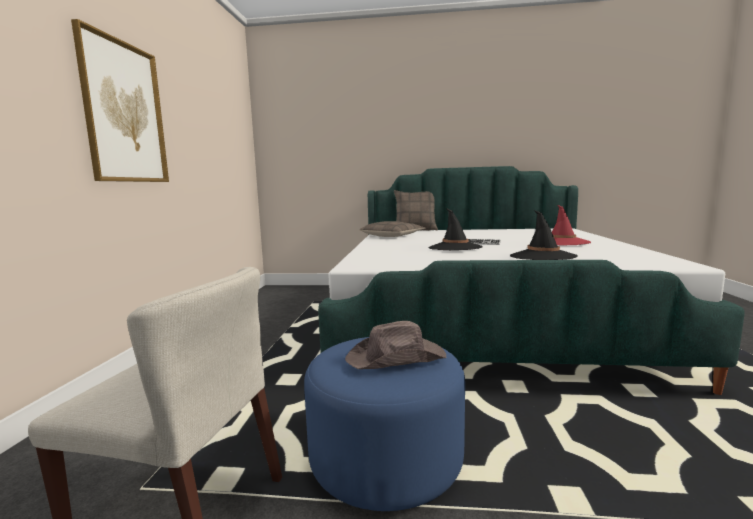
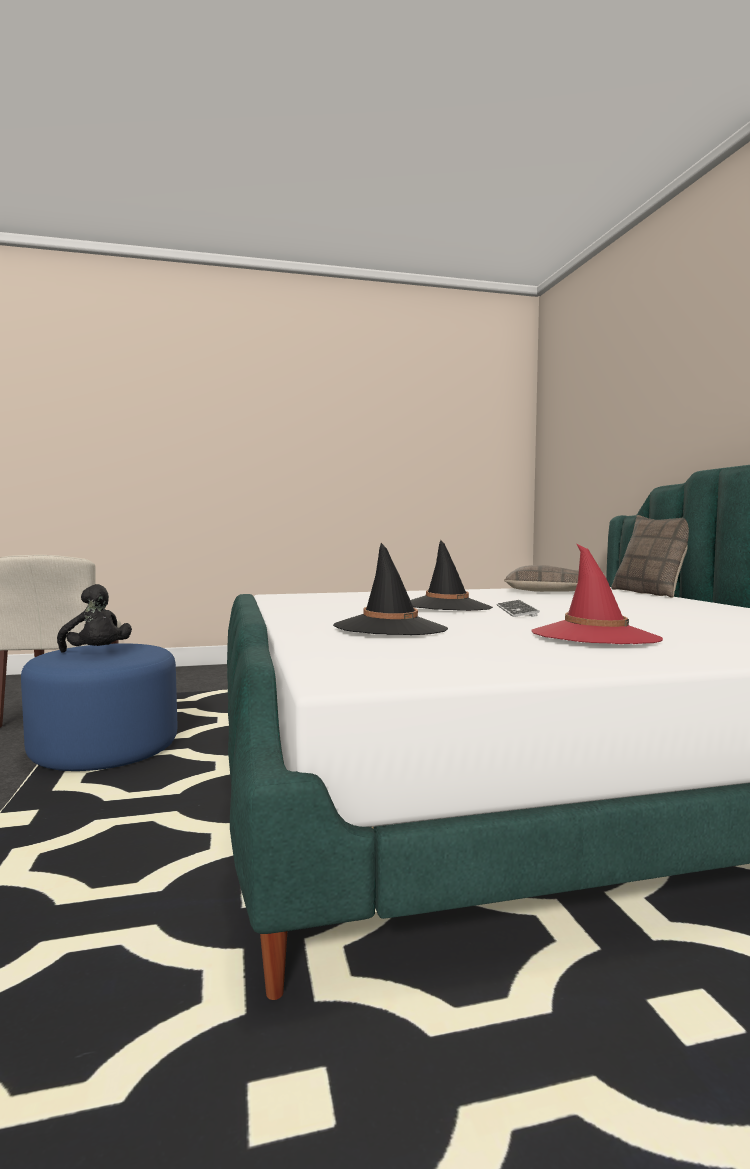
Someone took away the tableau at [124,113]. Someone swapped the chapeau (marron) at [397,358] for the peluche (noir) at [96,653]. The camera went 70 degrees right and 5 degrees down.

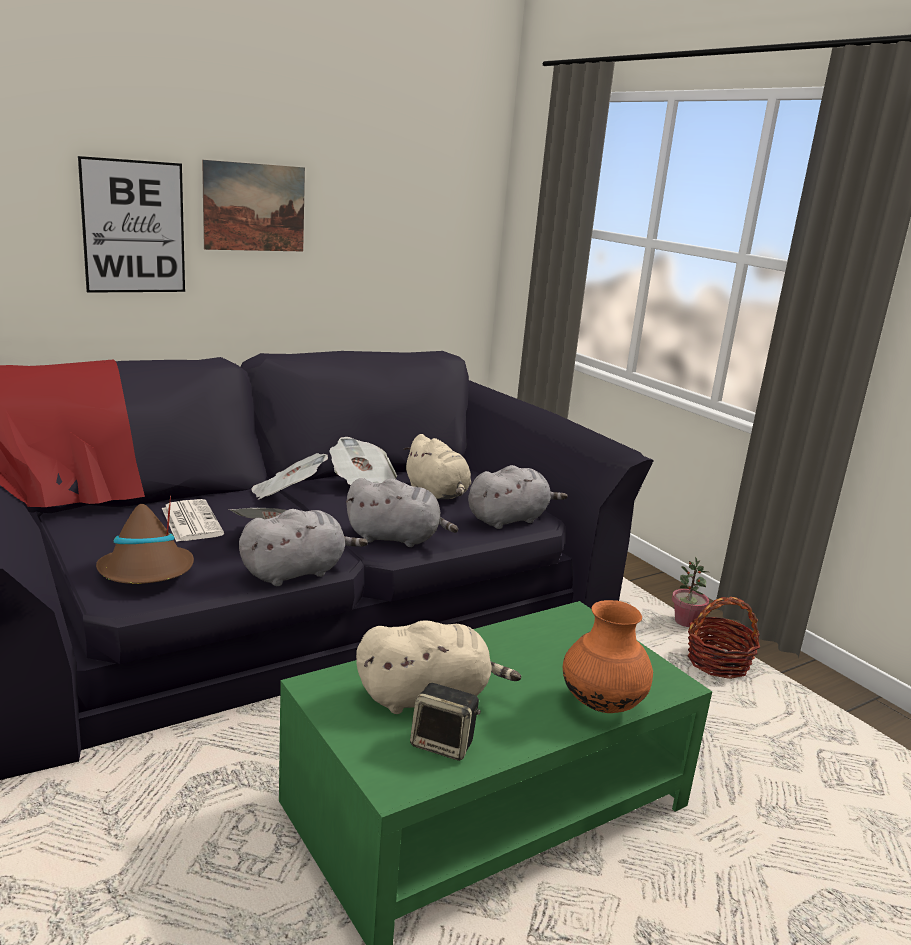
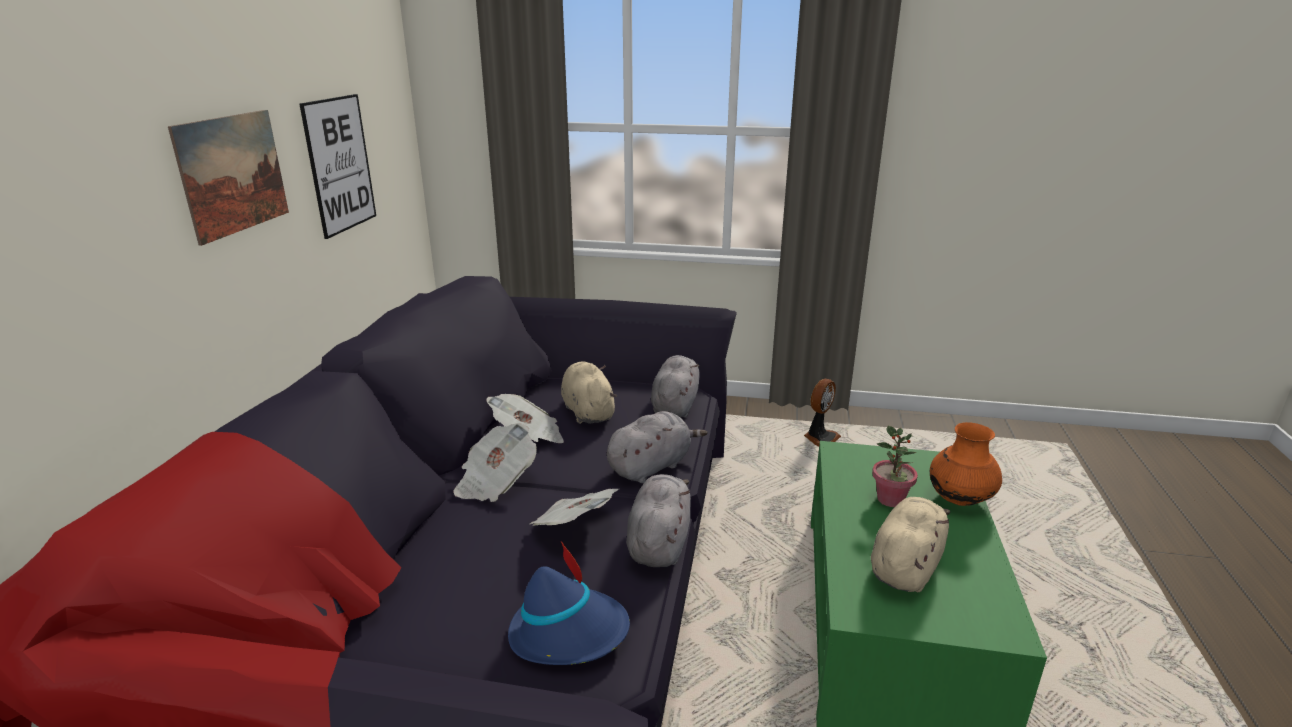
Someone took away the journal at [190,521]. Someone took away the enceinte at [444,744]. Someone carried the tableau from [134,227] to [340,164]. Someone carried the plante en pot from [685,622] to [890,500]. Someone swapped the panier at [718,662] for the ventilateur at [820,438]. Someone repainted the chapeau (marron) at [147,572], which became the chapeau (bleu) at [569,632]. Someone rotated the peluche (beige) at [438,493] by 120 degrees counterclockwise. The camera went 45 degrees left and 5 degrees up.

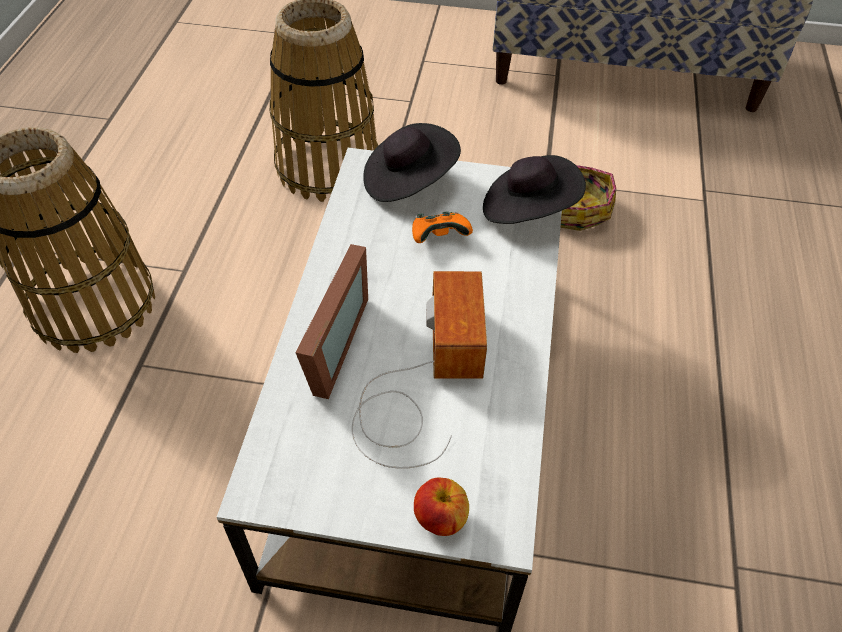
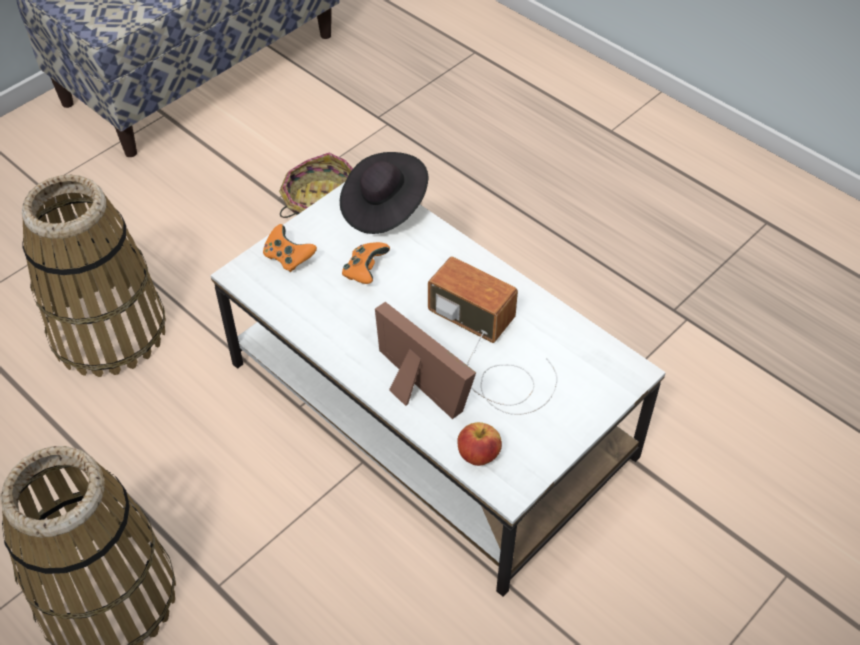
Someone carried the pomme from [440,518] to [478,455]. Someone swapped the chapeau (noir) at [408,181] for the manette (orange) at [288,258]. The camera went 55 degrees left and 0 degrees up.

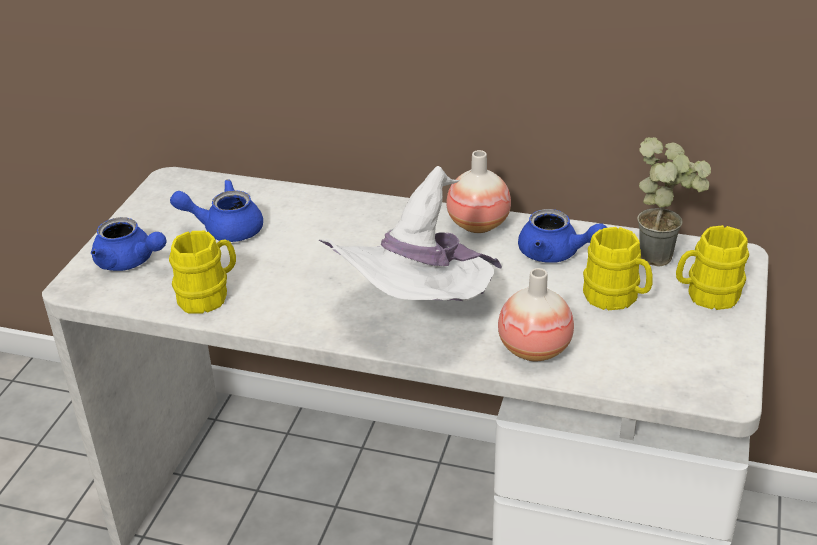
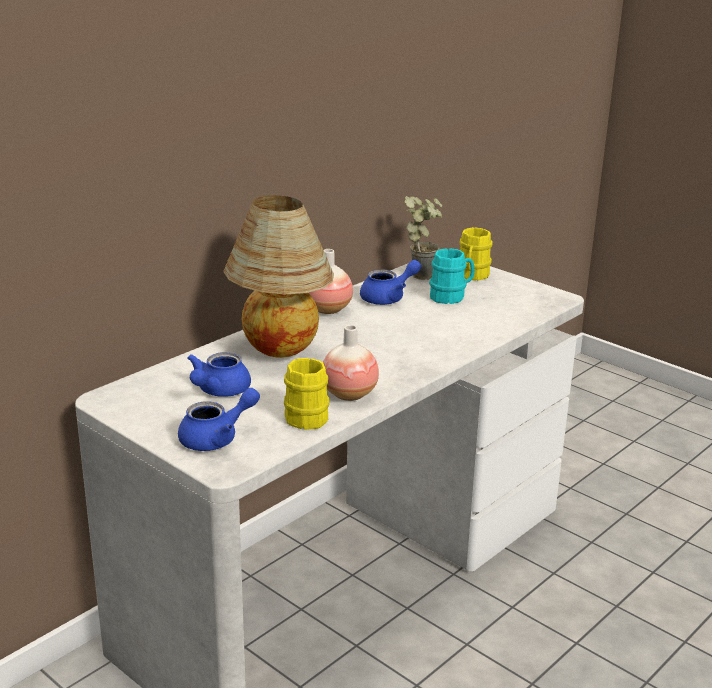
Someone took away the chapeau (blanc) at [418,313]. Someone put down the lampe de table at [278,352]. Someone carried the vase from [534,350] to [349,394]. Someone repainted the mug (jaune) at [616,298], which became the mug (turquoise) at [451,296]. The camera went 65 degrees left and 10 degrees down.

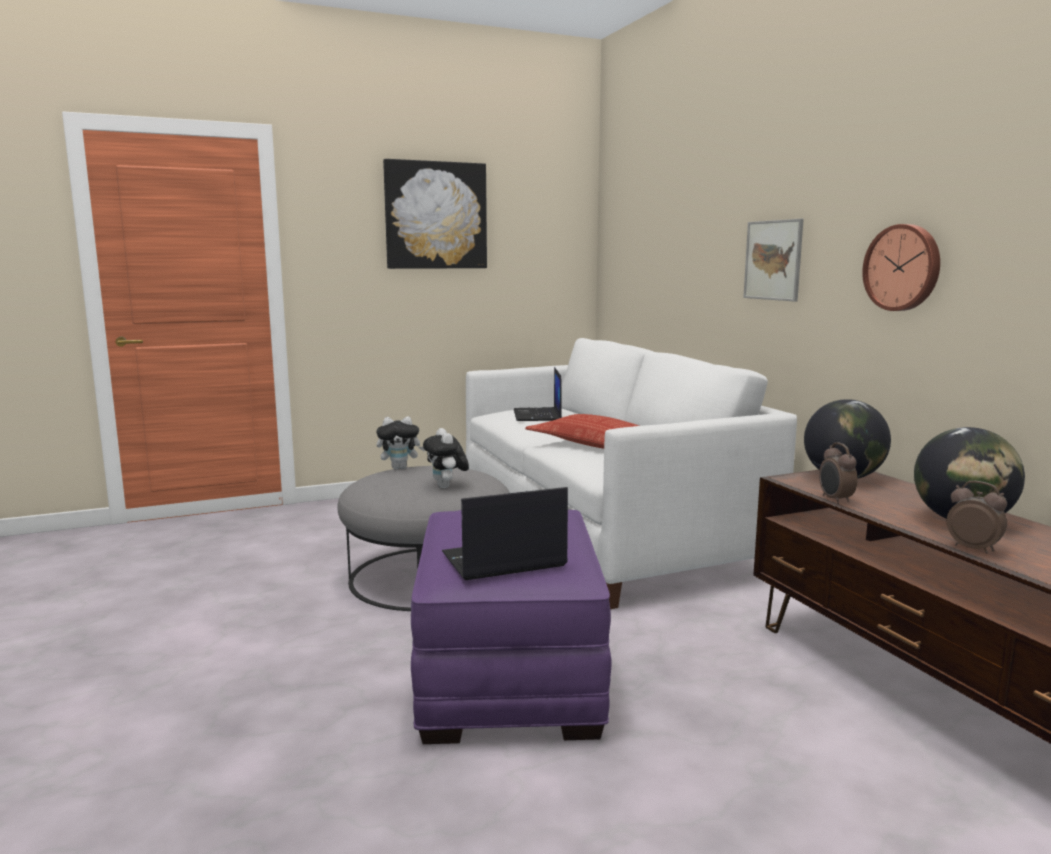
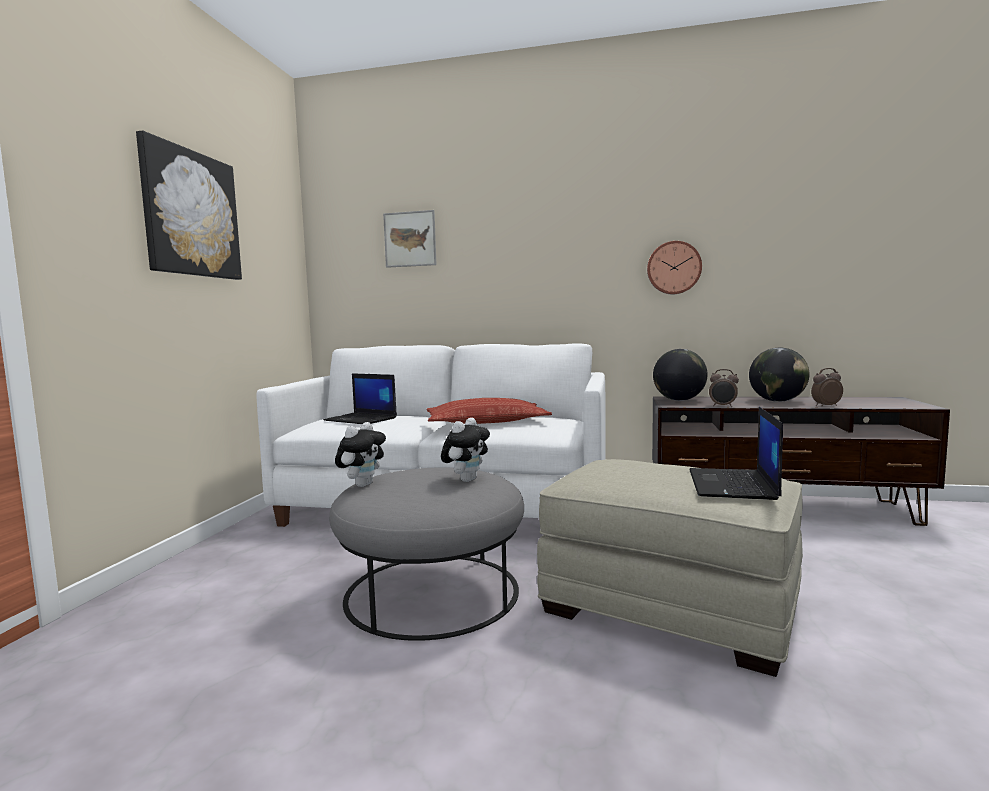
Someone carried the tableau from [773,260] to [410,239]. Someone repainted the pouf (violet) at [509,674], which became the pouf (beige) at [670,607]. Someone rotated the peluche at [447,487] by 75 degrees counterclockwise. The camera went 55 degrees left and 5 degrees down.

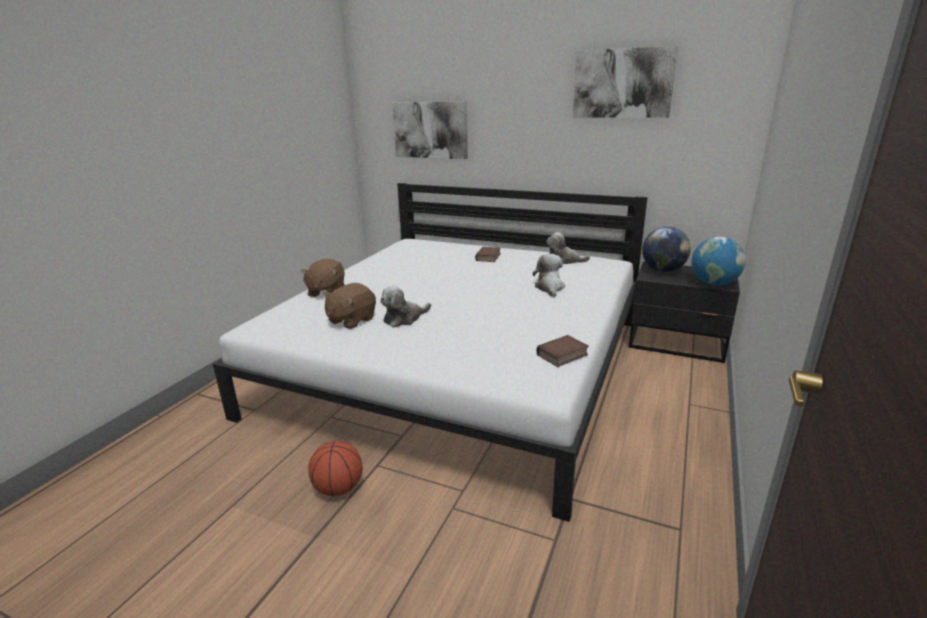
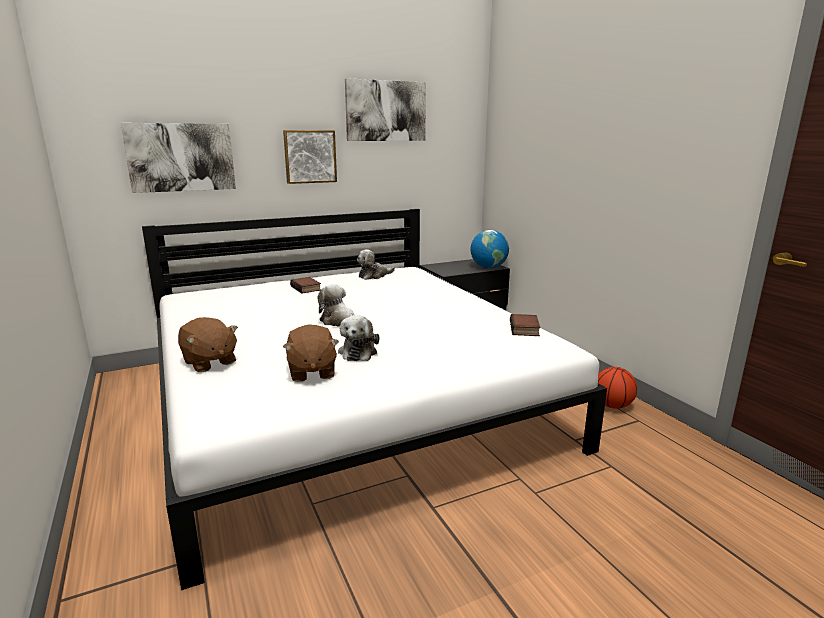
Someone took away the globe at [663,271]. Someone put up the tableau at [310,156]. Someone carried the ballon de basket from [339,488] to [612,406]. Someone carried the peluche from [549,288] to [339,322]. The camera went 50 degrees left and 5 degrees down.

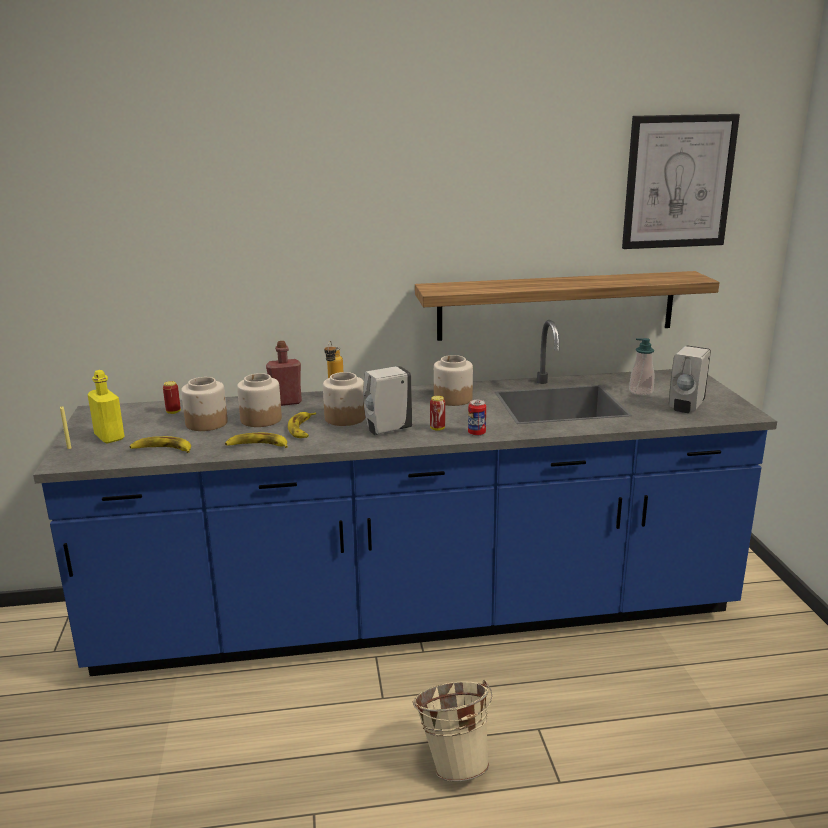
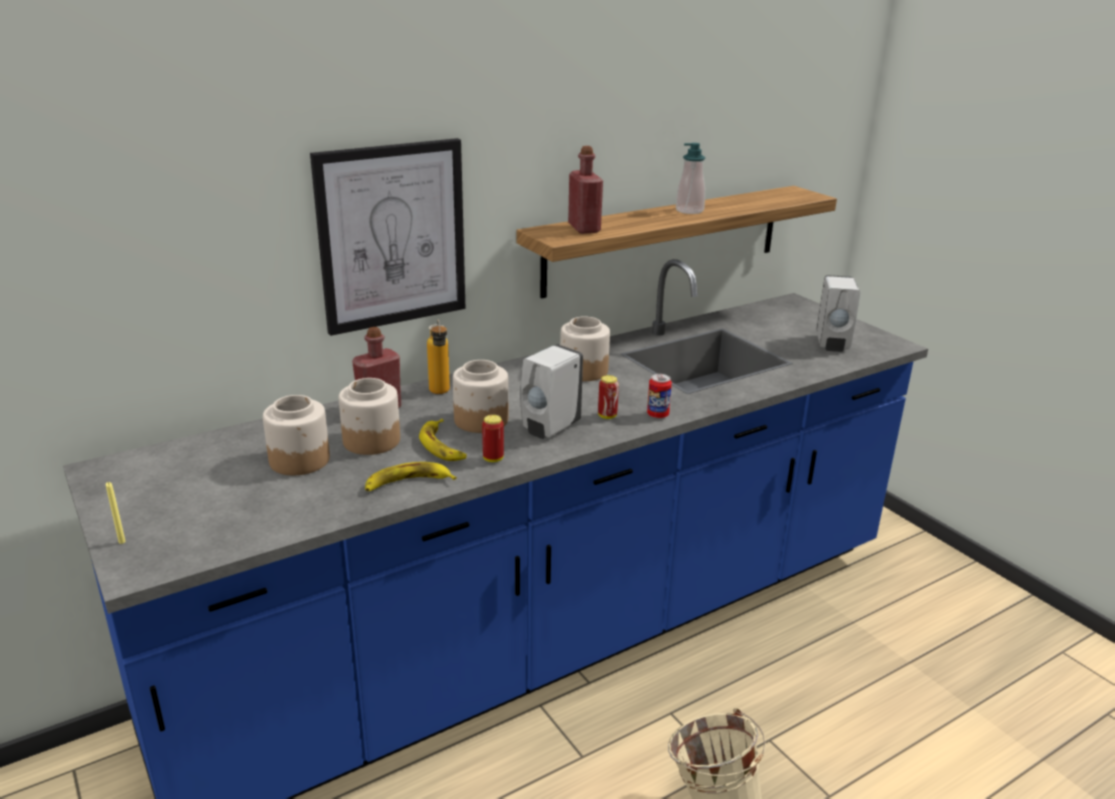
Someone took away the bouteille (jaune) at [109,437]. Someone took away the banane at [162,450]. Someone put down the bouteille (rouge) at [584,228]. Someone carried the boîte métallique from [173,412] to [493,459]. Someone carried the tableau from [678,182] to [392,236]. Someone carried the distributeur de savon from [641,392] to [689,211]. The camera went 25 degrees left and 5 degrees up.

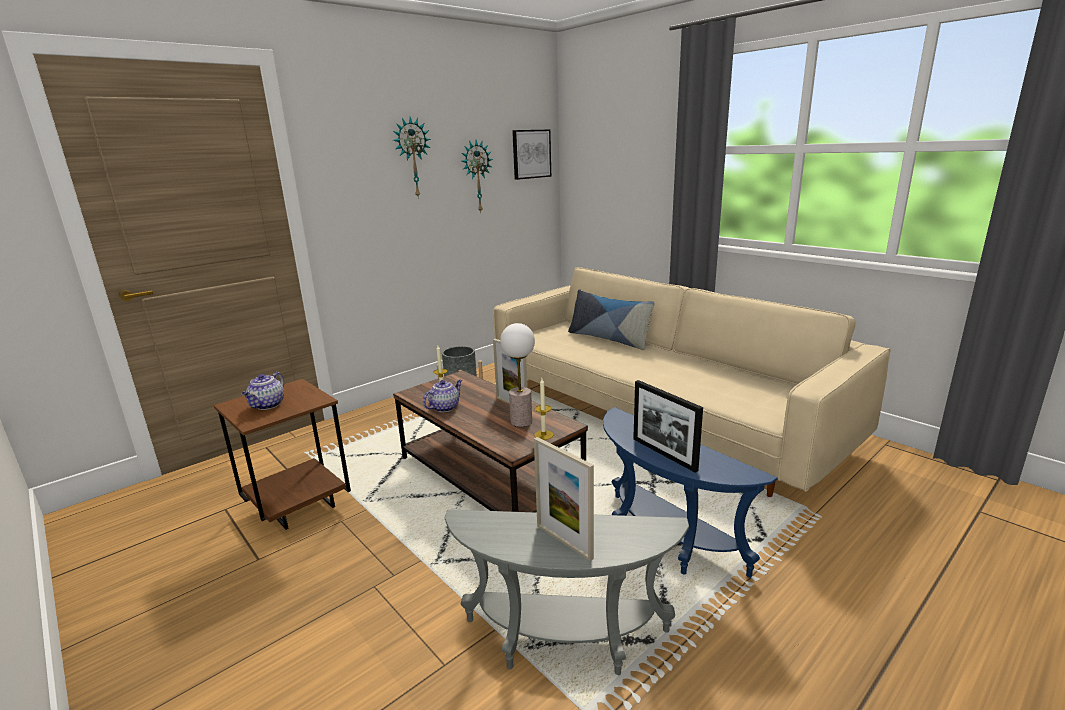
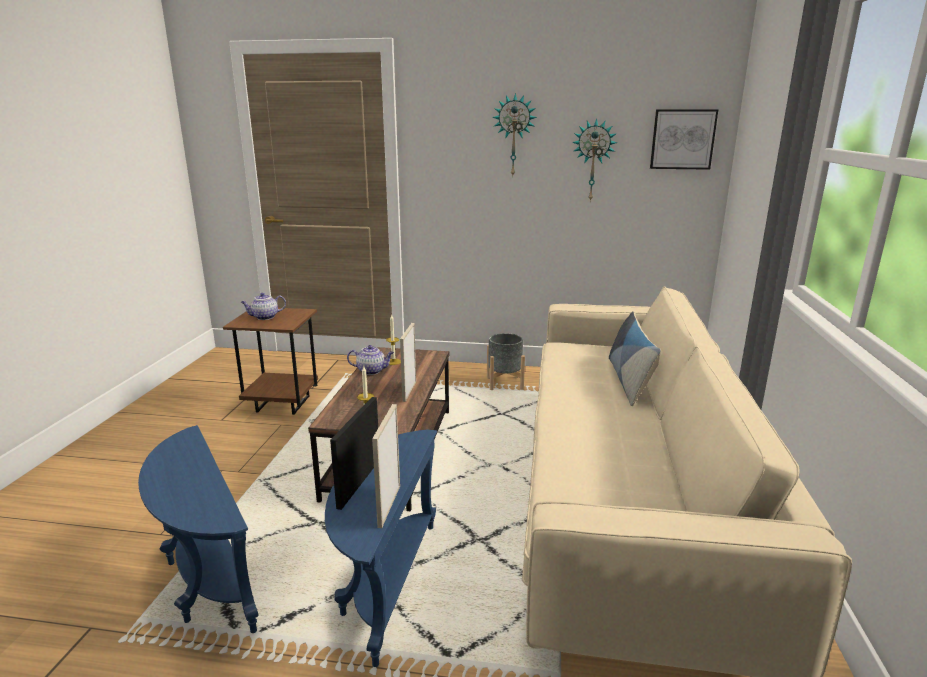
Someone took away the lampe de table at [521,422]. Someone carried the cadre photo from [564,541] to [389,506]. Someone repainted the table d'appoint (gris) at [565,645], which became the table d'appoint (bleu) at [207,580]. The camera went 50 degrees right and 0 degrees up.

